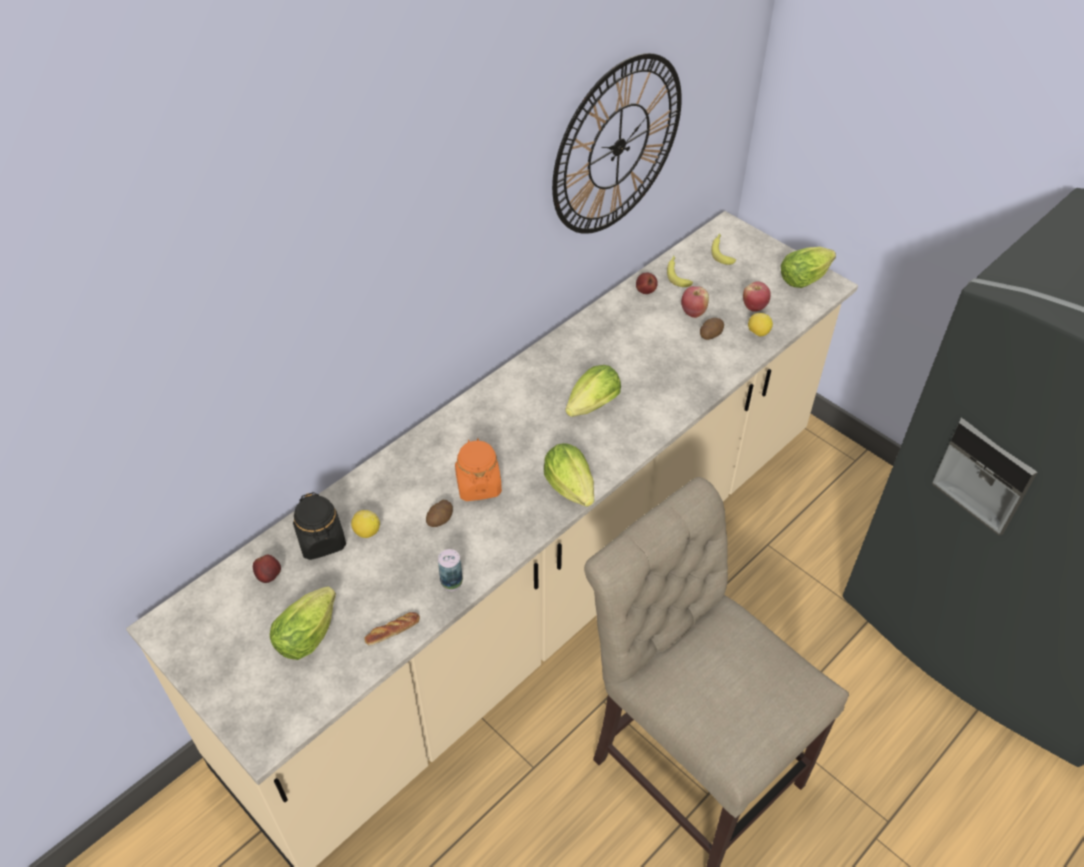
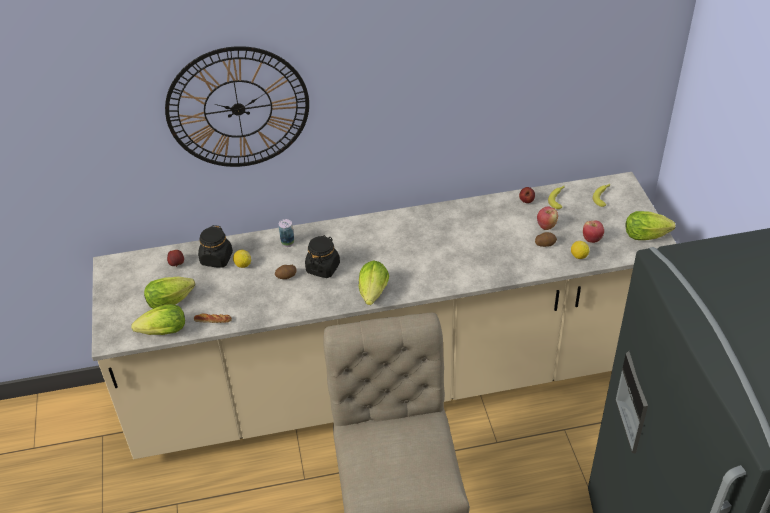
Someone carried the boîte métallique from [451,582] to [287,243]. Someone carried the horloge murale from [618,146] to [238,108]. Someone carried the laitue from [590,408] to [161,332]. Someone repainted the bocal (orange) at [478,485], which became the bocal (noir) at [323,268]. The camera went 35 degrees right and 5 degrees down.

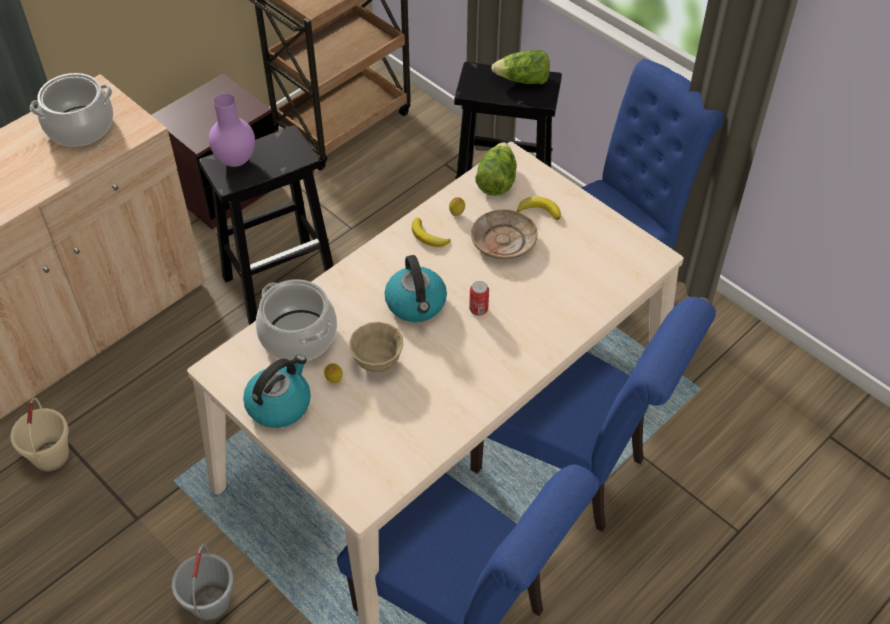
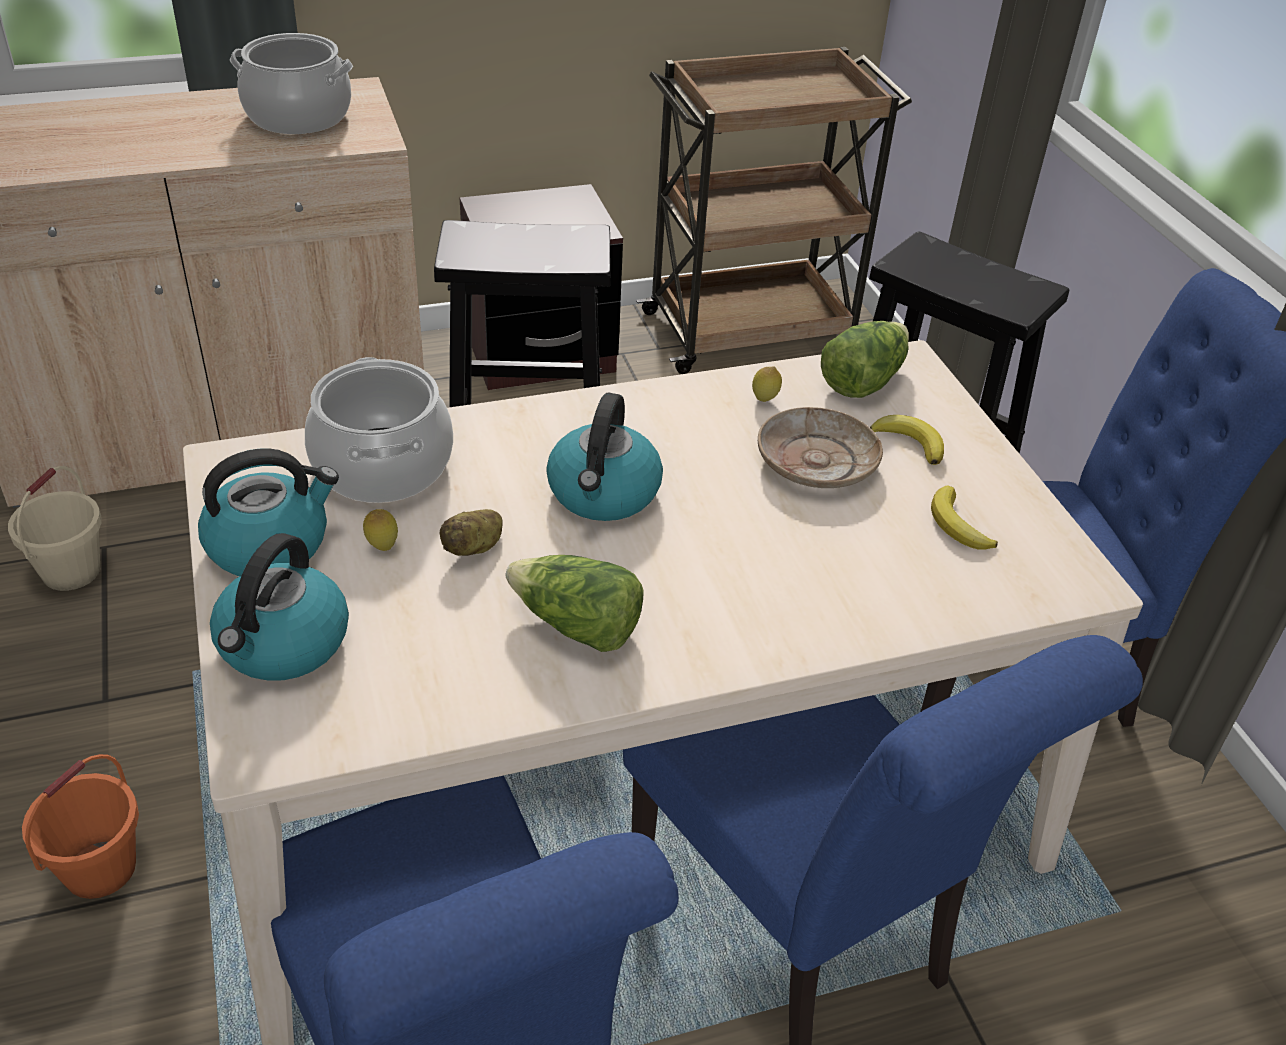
Someone took away the vase (violet) at [237,161]. Someone took away the boîte métallique at [478,309]. Someone put down the bouilloire at [283,644]. Someone carried the banane from [428,236] to [957,525]. Someone carried the laitue from [523,80] to [576,626]. Someone swapped the bol (beige) at [377,361] for the pomme de terre at [474,547]. Someone repainted the seau (gris) at [210,602], which became the seau (orange) at [100,868]. The camera went 25 degrees right and 10 degrees down.

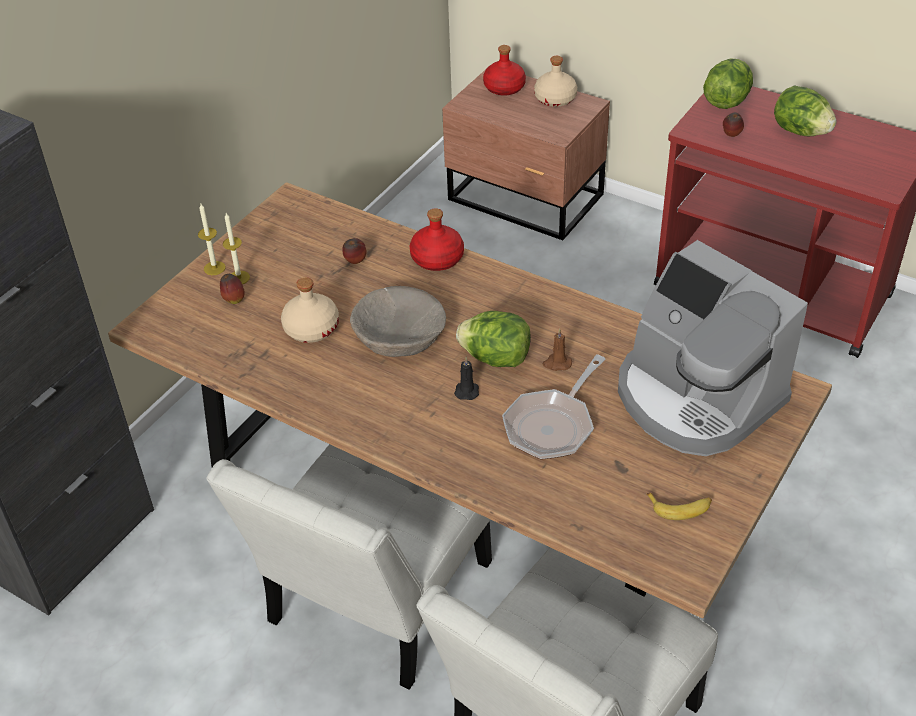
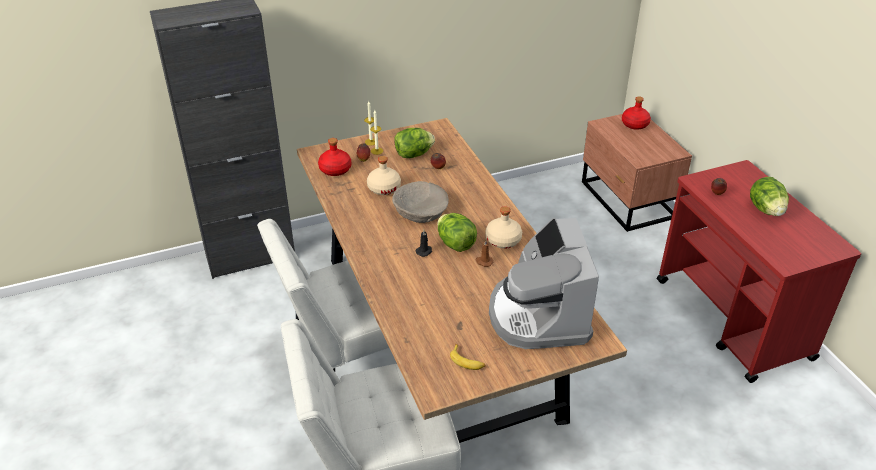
Someone took away the poêle at [552,425]. Someone carried the bouteille (rouge) from [438,258] to [335,170]. Someone carried the bouteille (beige) from [555,99] to [502,240]. Someone carried the laitue from [726,101] to [413,154]. The camera went 35 degrees right and 5 degrees down.

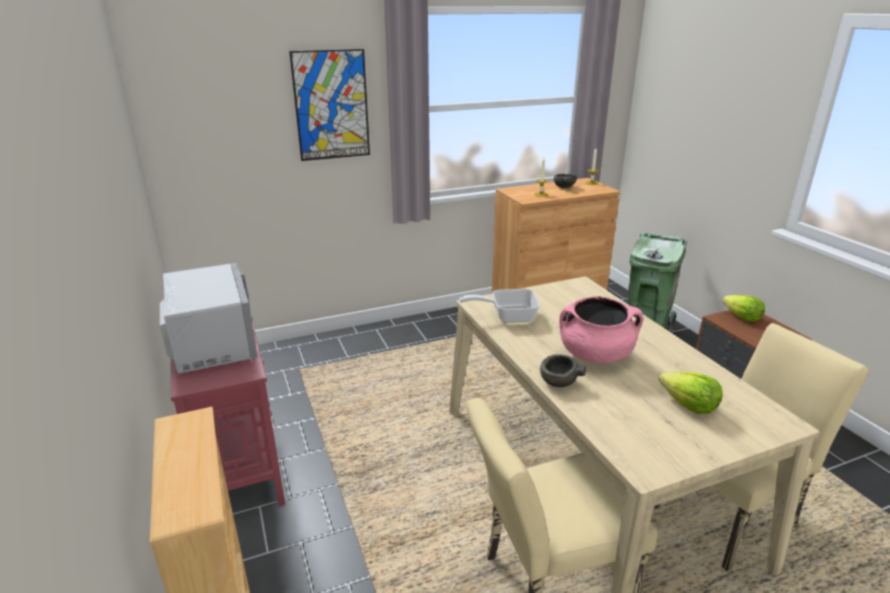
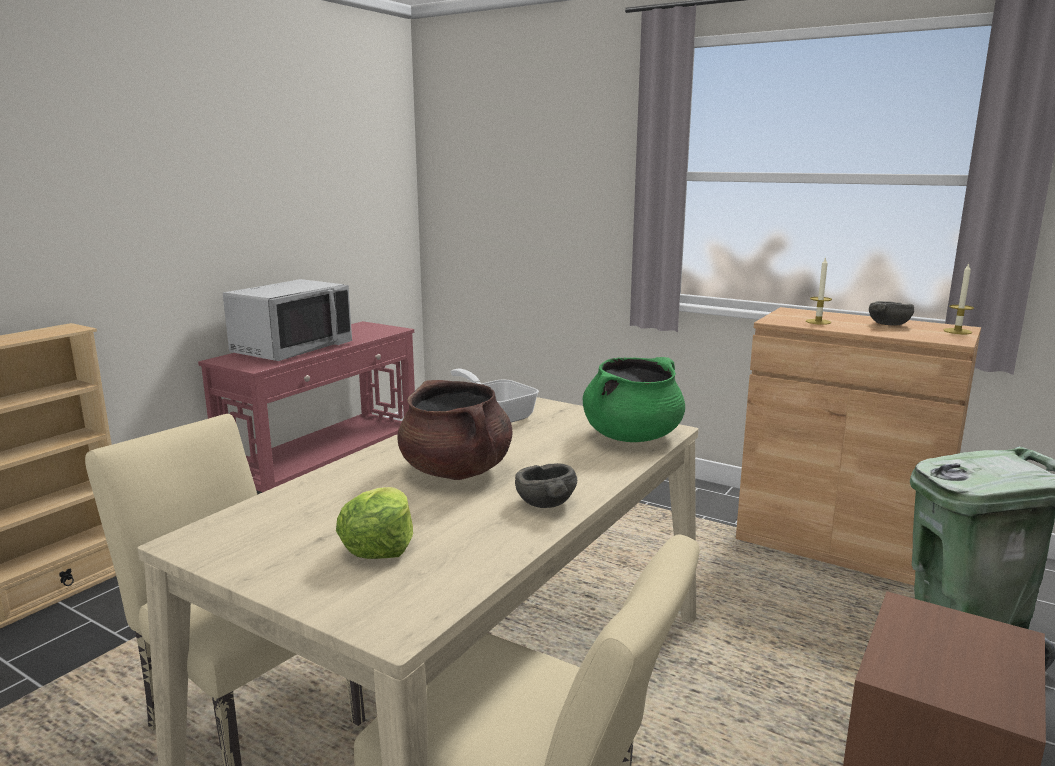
Someone took away the tableau at [331,105]. Someone took away the laitue at [742,317]. Someone put down the marmite (vert) at [632,436]. Someone carried the bol (gris) from [558,382] to [545,503]. Someone repainted the marmite (rose) at [595,354], which became the marmite (marron) at [457,471]. The camera went 55 degrees right and 10 degrees down.

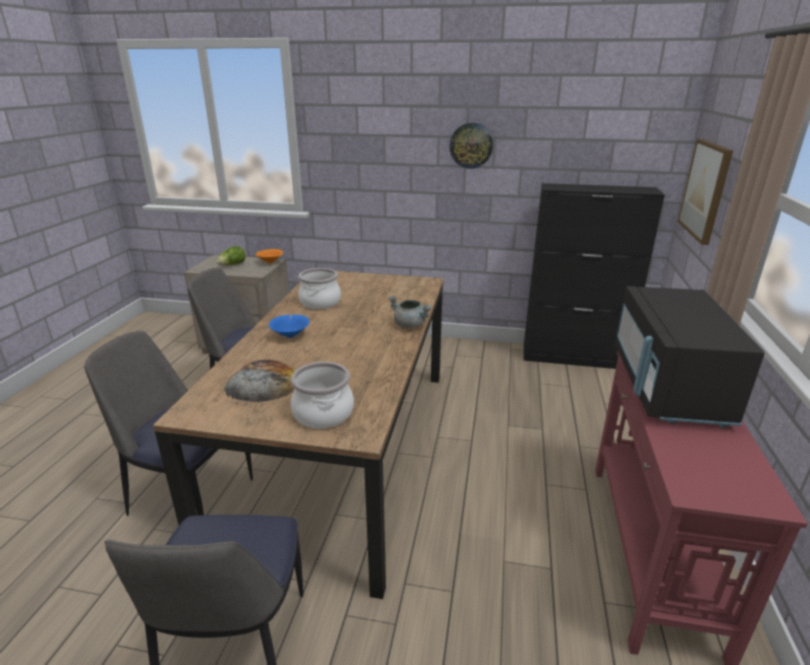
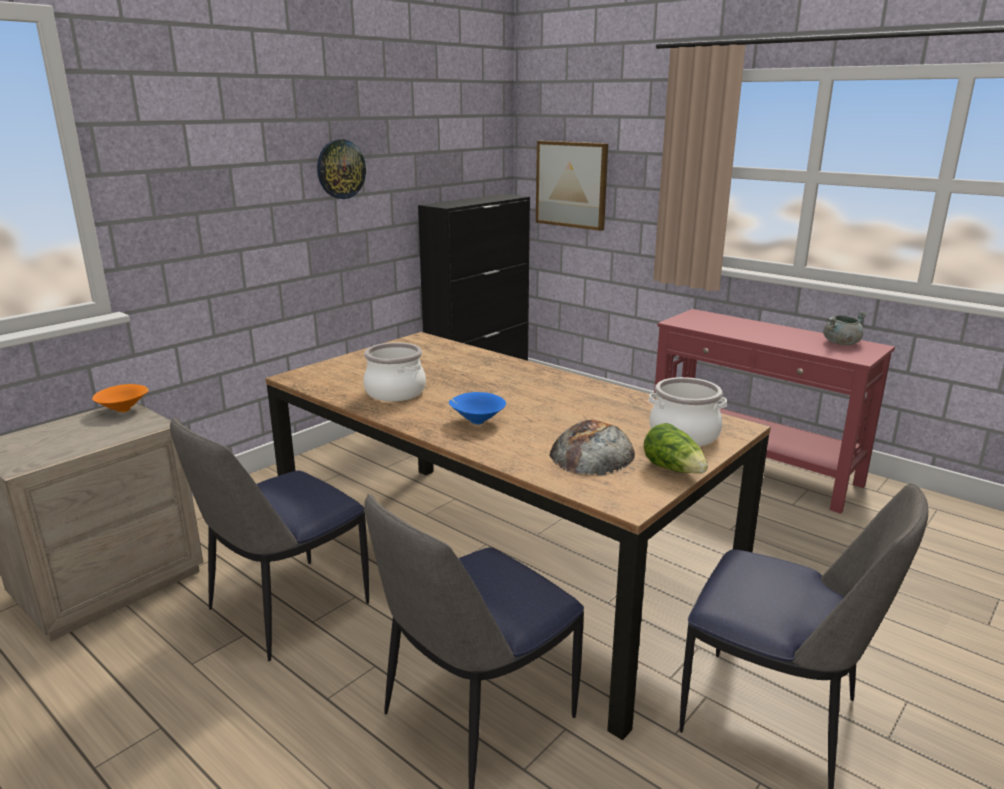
Someone took away the micro-ondes (noir) at [667,387]. Someone carried the laitue from [232,265] to [674,470]. Someone carried the marmite (gris) from [410,325] to [841,343]. The camera went 60 degrees left and 5 degrees down.

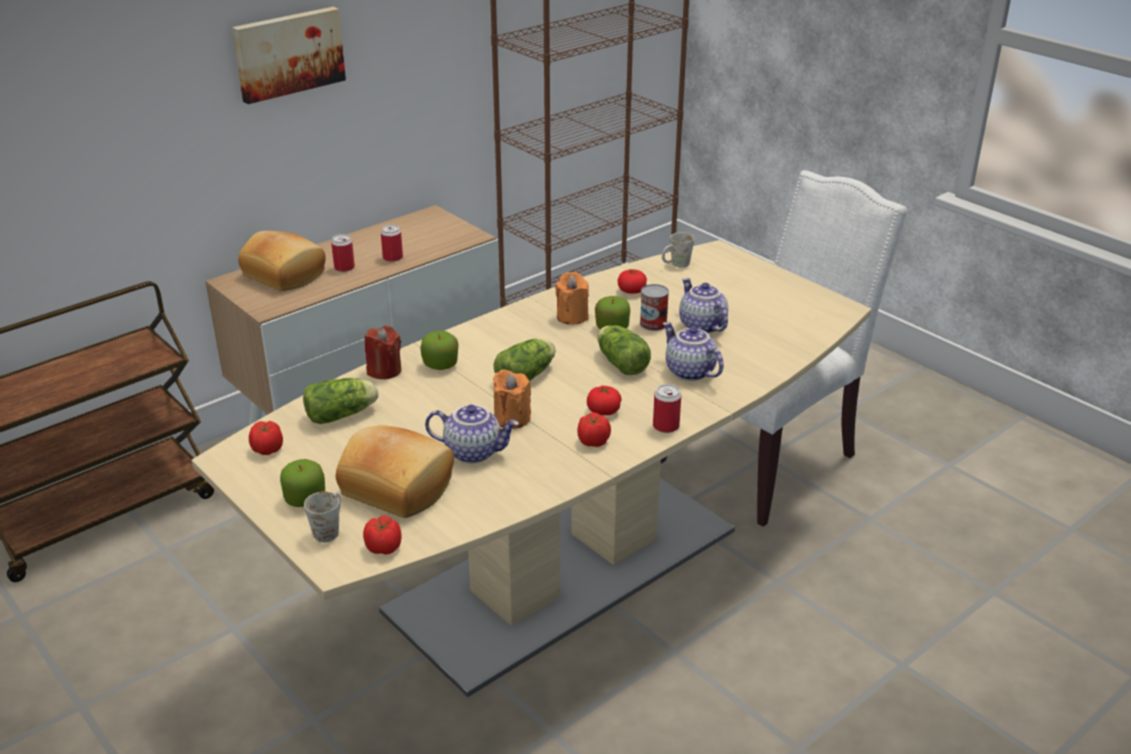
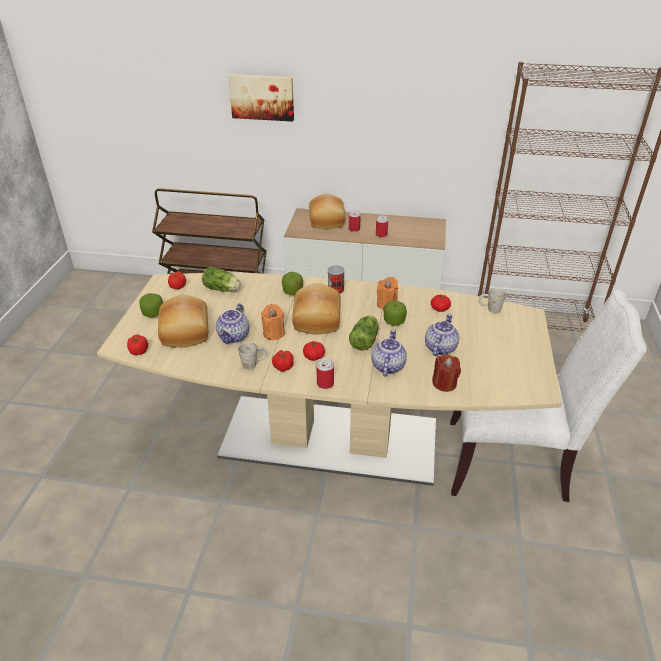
Someone carried the tableau from [288,53] to [262,97]. Someone carried the mug (blanc) from [329,529] to [253,364]. Someone carried the bougie (rouge) from [384,370] to [444,383]. Someone carried the boîte métallique from [653,324] to [335,289]. Someone swapped the laitue at [527,376] for the pain at [315,319]. Someone rotated the théière at [474,451] by 45 degrees clockwise. The camera went 50 degrees right and 5 degrees up.

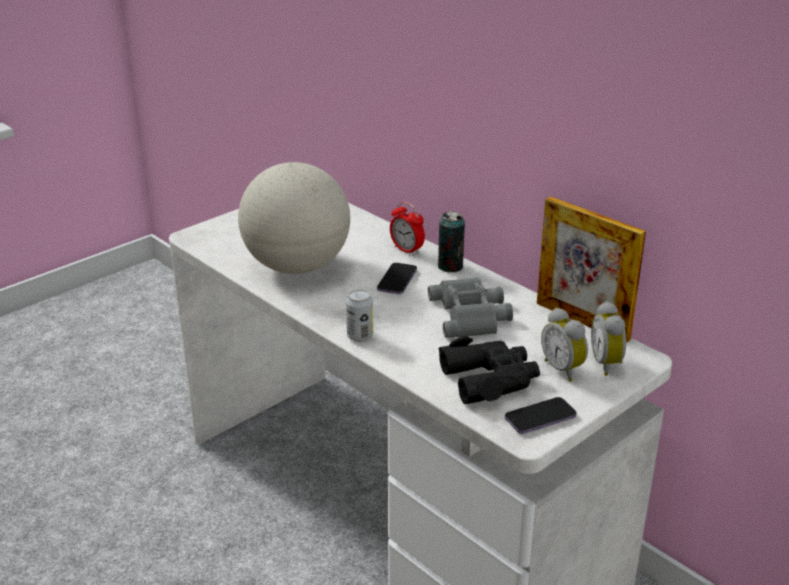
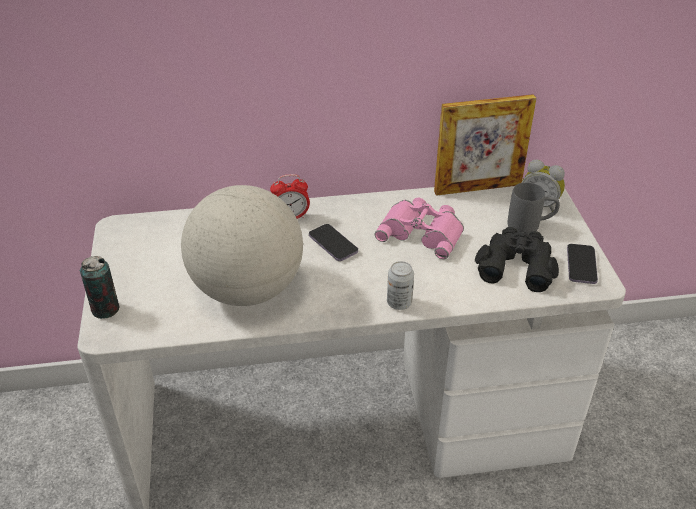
Someone carried the boîte métallique from [450,266] to [105,309]. Someone swapped the réveil at [564,369] for the mug (gris) at [530,225]. Someone repainted the jumelles (gris) at [471,315], which became the jumelles (rose) at [422,232]. The camera went 55 degrees left and 10 degrees up.

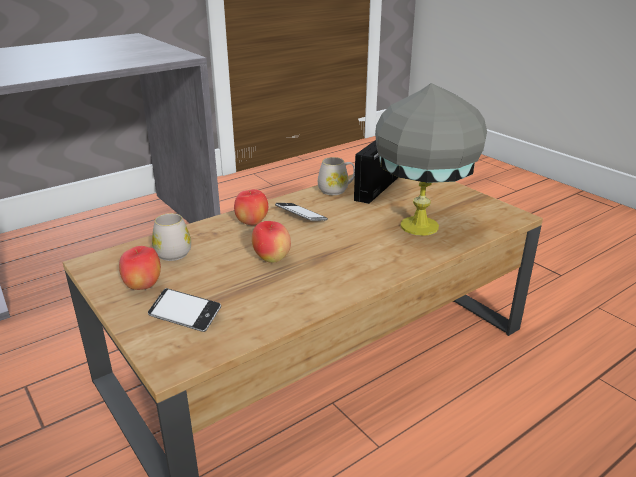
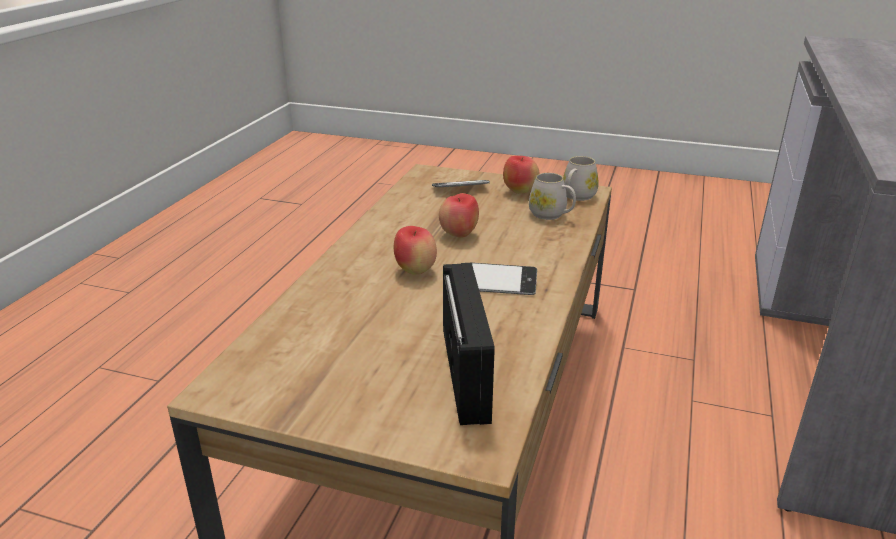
Someone took away the lampe de table (gris) at [421,226]. Someone carried the pomme from [252,223] to [415,271]. Someone carried the mug (blanc) from [336,190] to [576,197]. The camera went 145 degrees right and 0 degrees up.

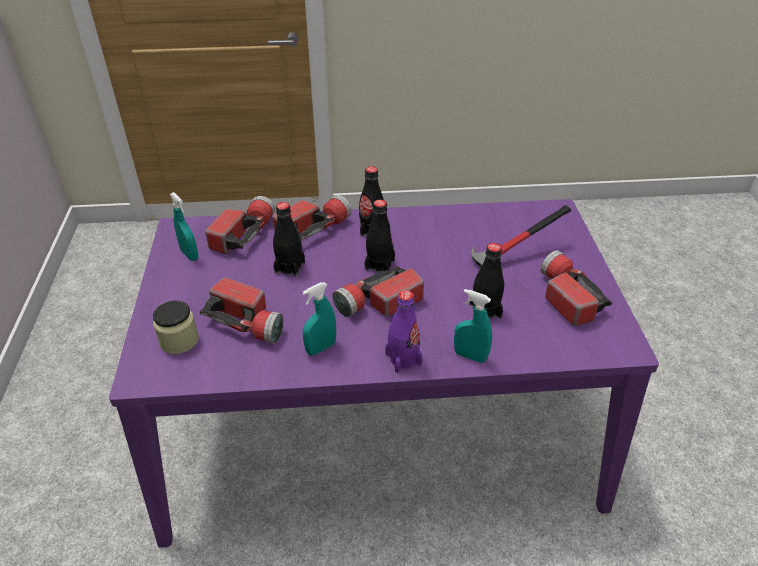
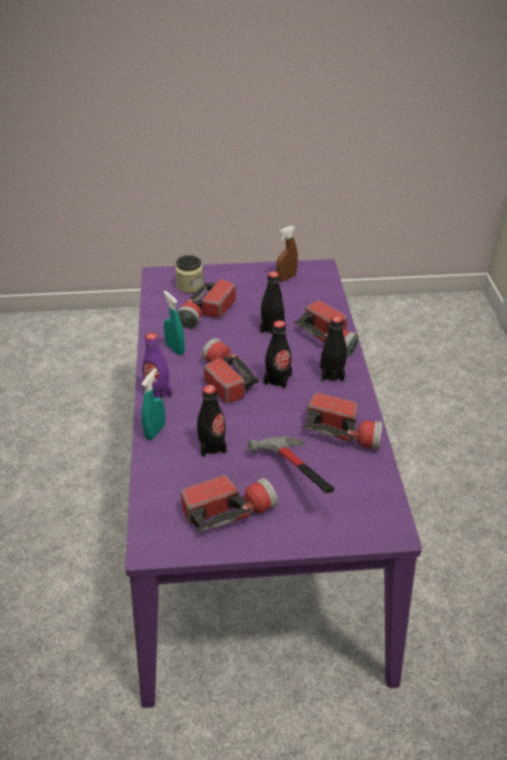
Someone carried the lampe de poche from [243,234] to [343,432]. Someone repainted the vaporisateur (turquoise) at [189,255], which became the vaporisateur (marron) at [286,278]. The camera went 90 degrees right and 0 degrees up.

